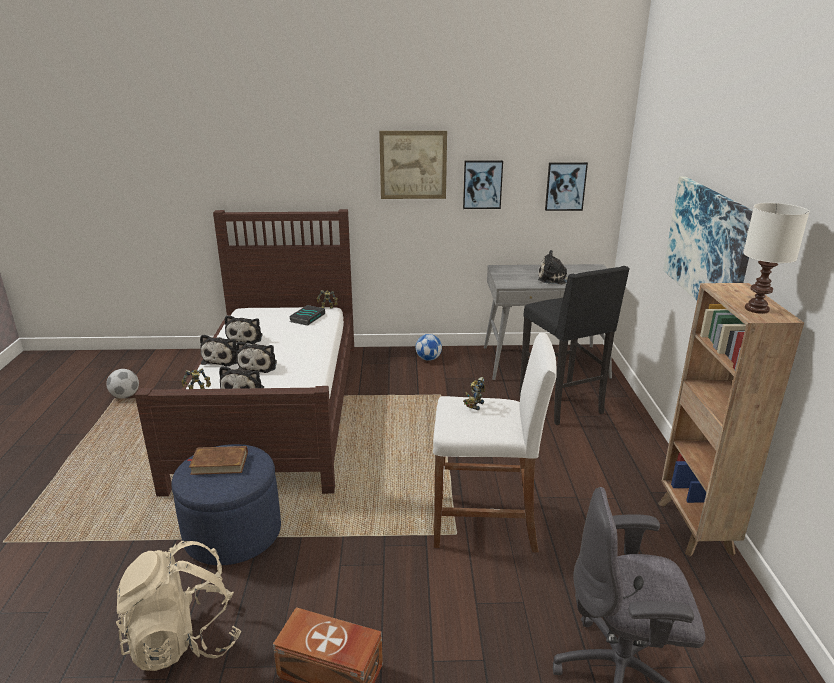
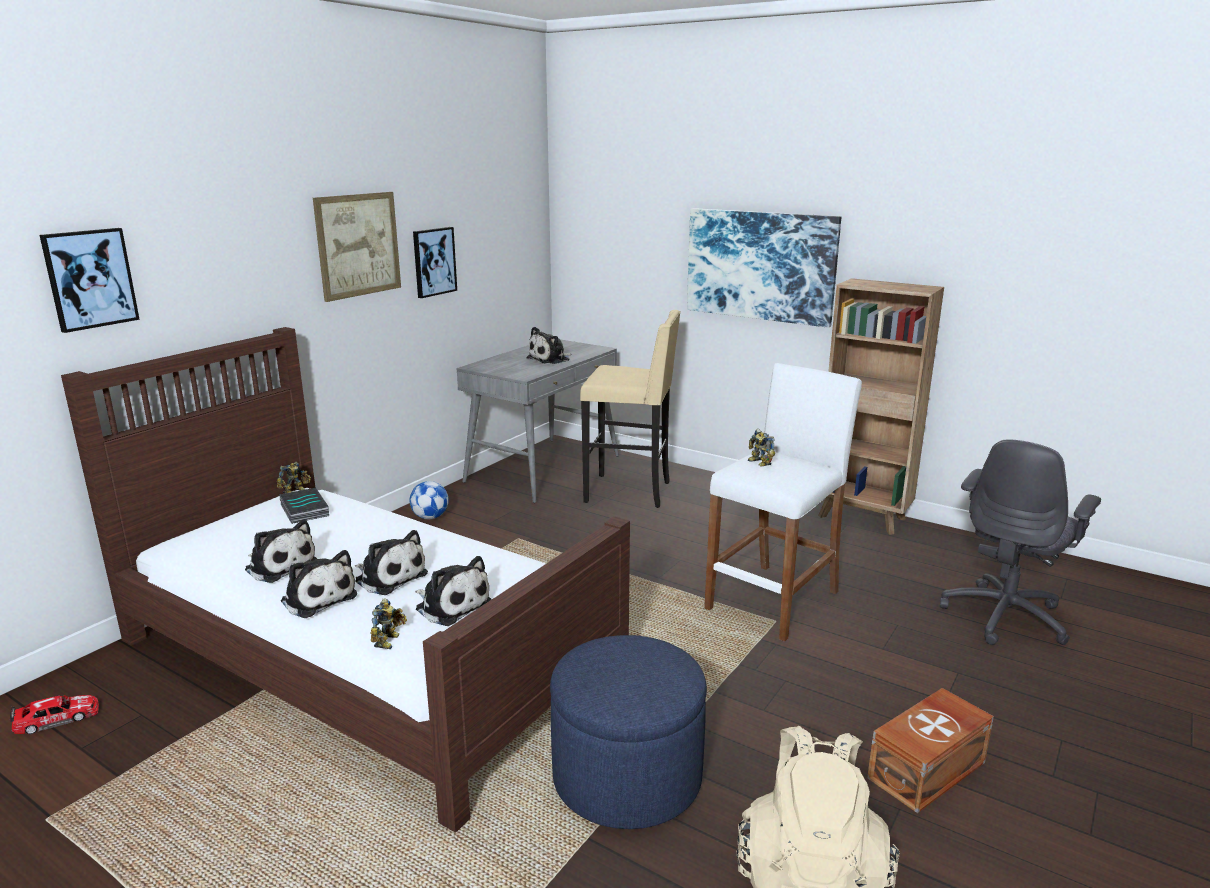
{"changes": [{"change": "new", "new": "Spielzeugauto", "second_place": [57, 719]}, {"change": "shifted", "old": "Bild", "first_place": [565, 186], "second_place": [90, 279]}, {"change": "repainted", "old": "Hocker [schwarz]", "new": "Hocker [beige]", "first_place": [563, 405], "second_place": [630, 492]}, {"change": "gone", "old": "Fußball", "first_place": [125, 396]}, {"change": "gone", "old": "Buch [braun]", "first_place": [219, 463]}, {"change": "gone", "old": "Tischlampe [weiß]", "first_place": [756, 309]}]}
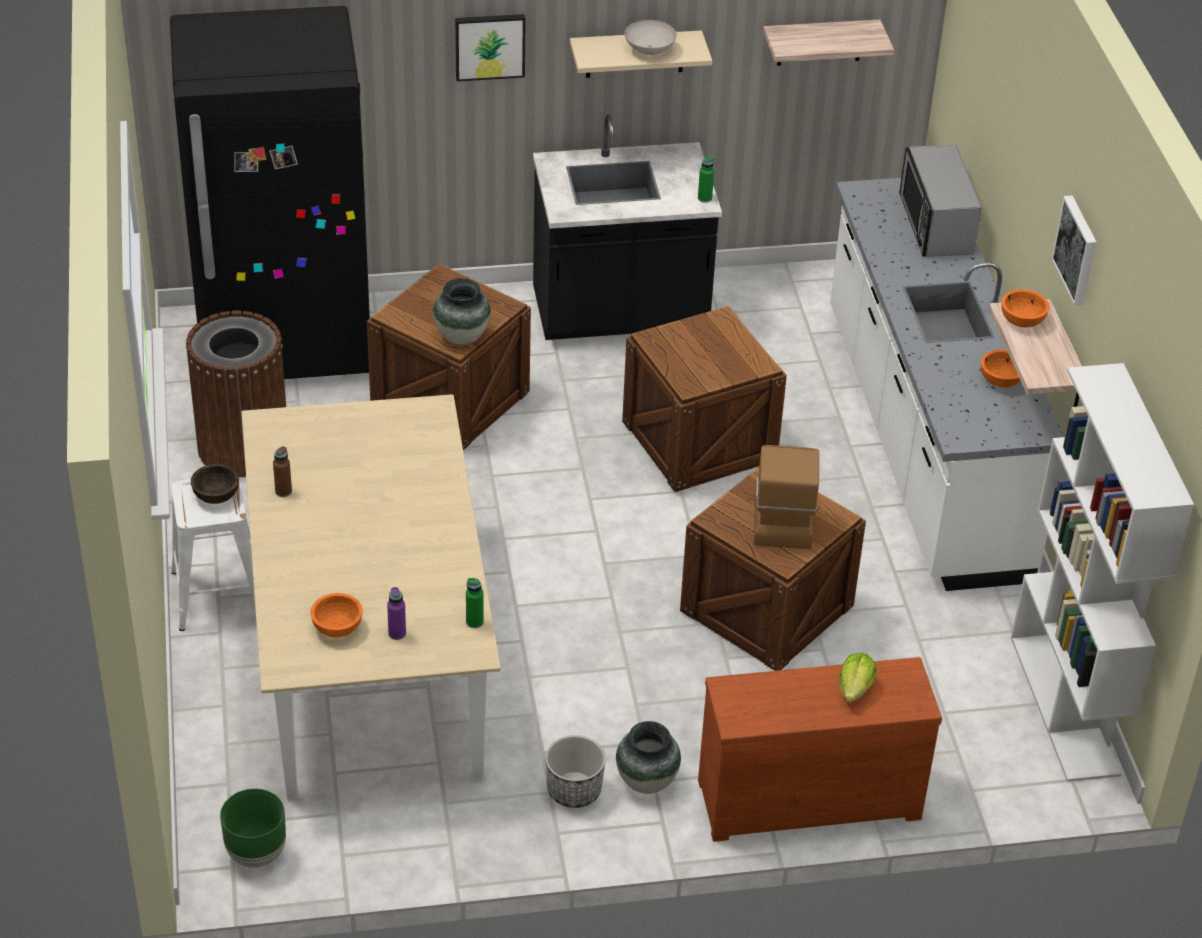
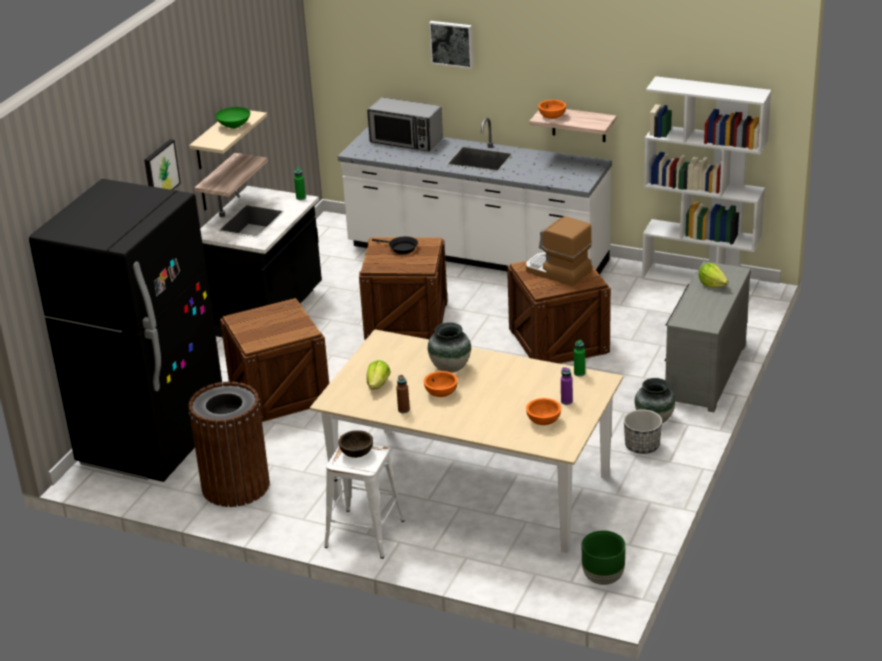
{"changes": [{"change": "shifted", "old": "Wandregal", "first_place": [820, 42], "second_place": [216, 183]}, {"change": "repainted", "old": "Schüssel [weiß]", "new": "Schüssel [grün]", "first_place": [648, 50], "second_place": [233, 126]}, {"change": "new", "new": "Salatkopf", "second_place": [378, 385]}, {"change": "new", "new": "Pfanne [schwarz]", "second_place": [401, 248]}, {"change": "shifted", "old": "Schüssel [orange]", "first_place": [1001, 380], "second_place": [441, 393]}, {"change": "shifted", "old": "Vase", "first_place": [462, 336], "second_place": [450, 368]}, {"change": "shifted", "old": "Bild", "first_place": [1077, 250], "second_place": [452, 43]}, {"change": "repainted", "old": "Kommode [braun]", "new": "Kommode [grau]", "first_place": [807, 795], "second_place": [703, 373]}]}
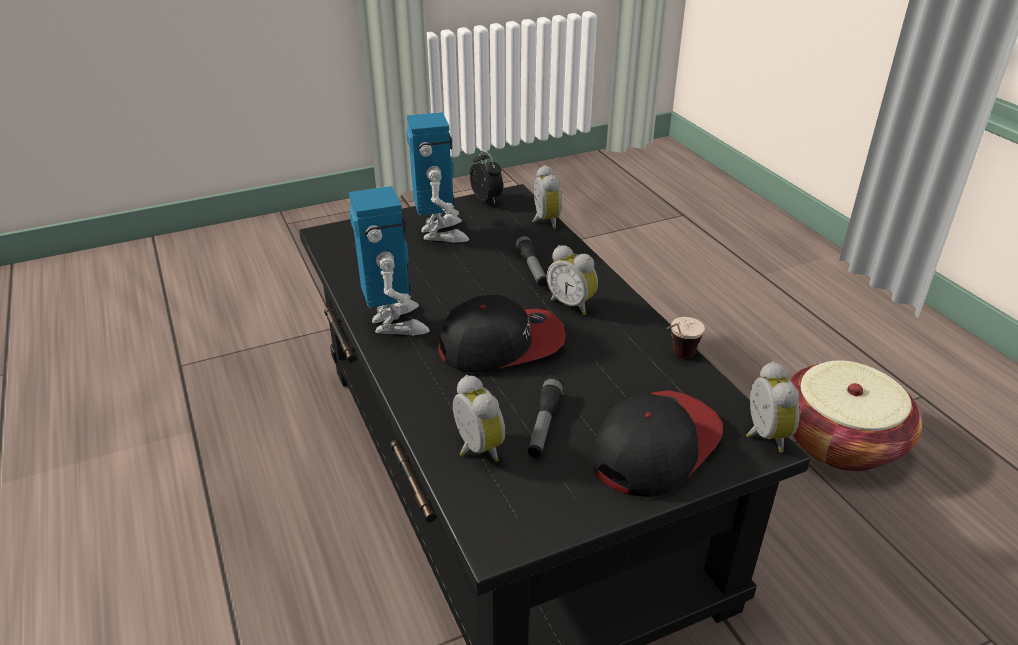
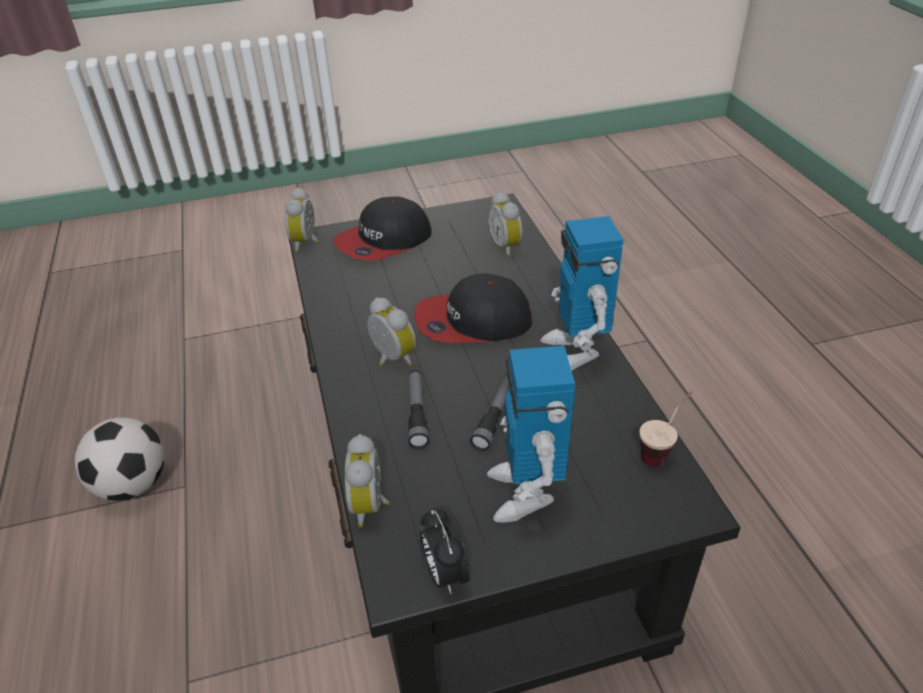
{"changes": [{"change": "swapped", "old": "Korb", "new": "Fußball", "first_place": [840, 441], "second_place": [133, 484]}, {"change": "shifted", "old": "Taschenlampe", "first_place": [544, 425], "second_place": [496, 416]}, {"change": "shifted", "old": "Tasse", "first_place": [677, 358], "second_place": [662, 450]}]}
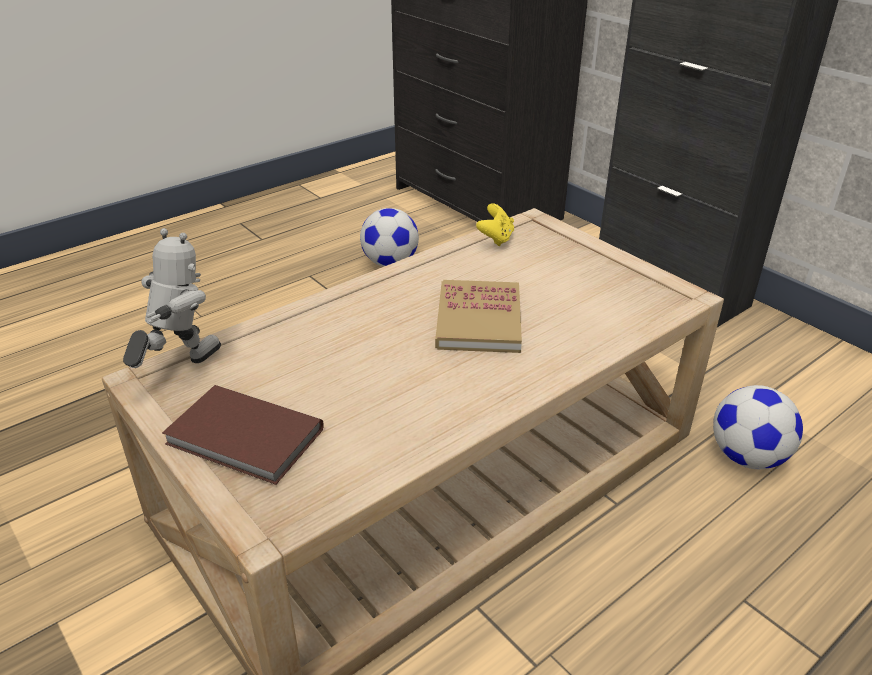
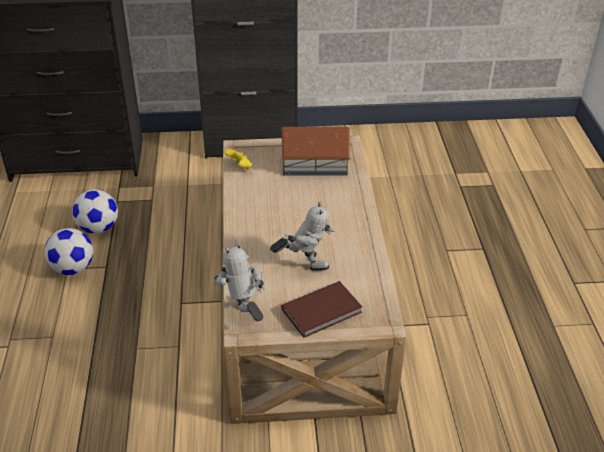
{"changes": [{"change": "shifted", "old": "Fußball", "first_place": [747, 457], "second_place": [73, 268]}, {"change": "new", "new": "Spielzeugroboter", "second_place": [304, 265]}, {"change": "new", "new": "Spielzeughaus", "second_place": [314, 162]}, {"change": "gone", "old": "Buch", "first_place": [478, 320]}]}
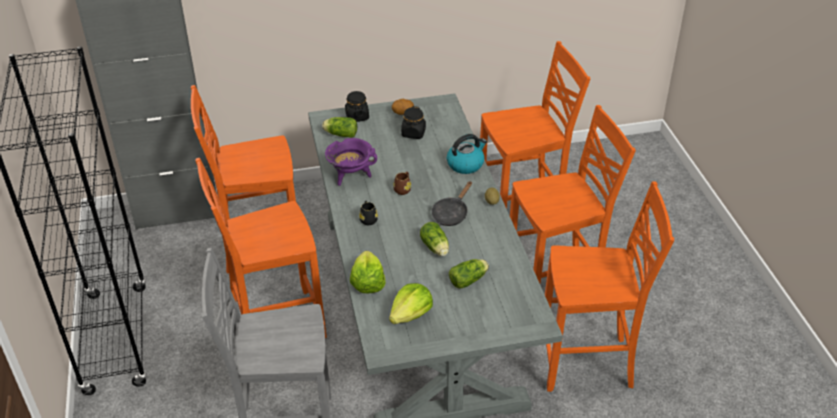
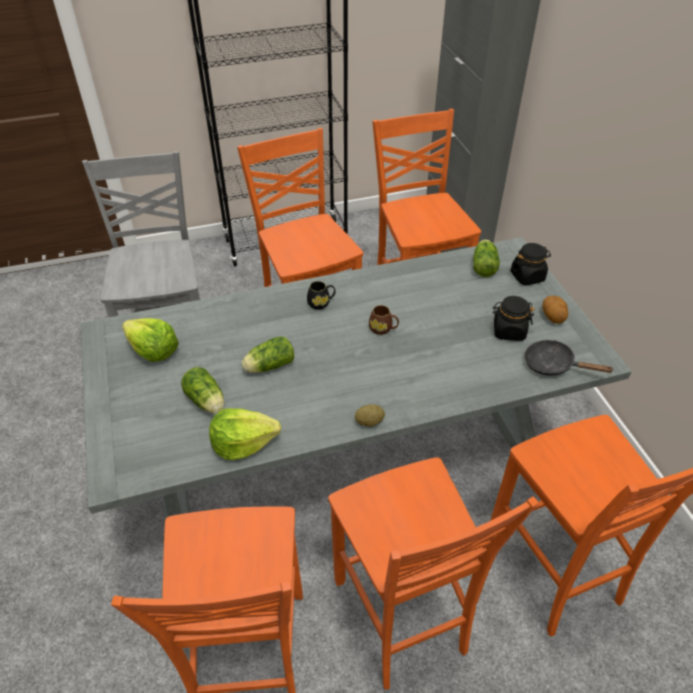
{"changes": [{"change": "shifted", "old": "Salatkopf", "first_place": [367, 282], "second_place": [243, 443]}, {"change": "shifted", "old": "Pfanne [schwarz]", "first_place": [451, 213], "second_place": [553, 365]}, {"change": "gone", "old": "Kochtopf [lila]", "first_place": [351, 176]}, {"change": "gone", "old": "Wasserkessel", "first_place": [465, 164]}]}
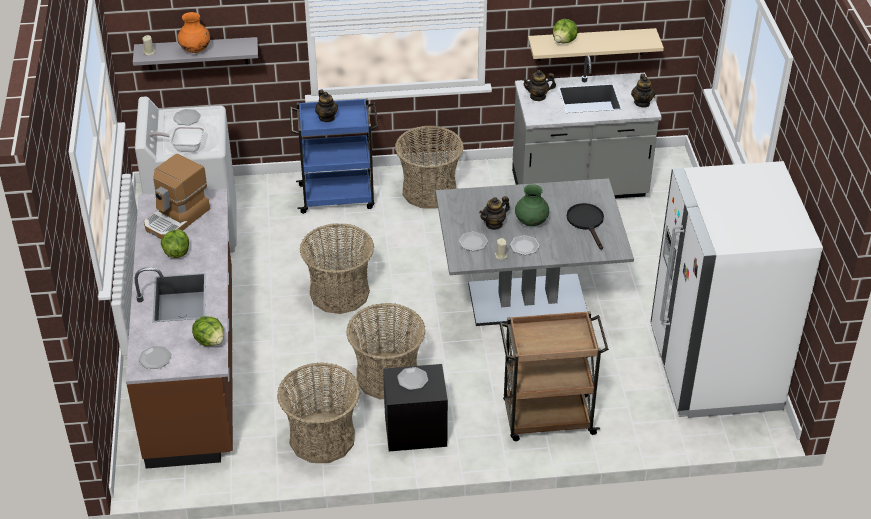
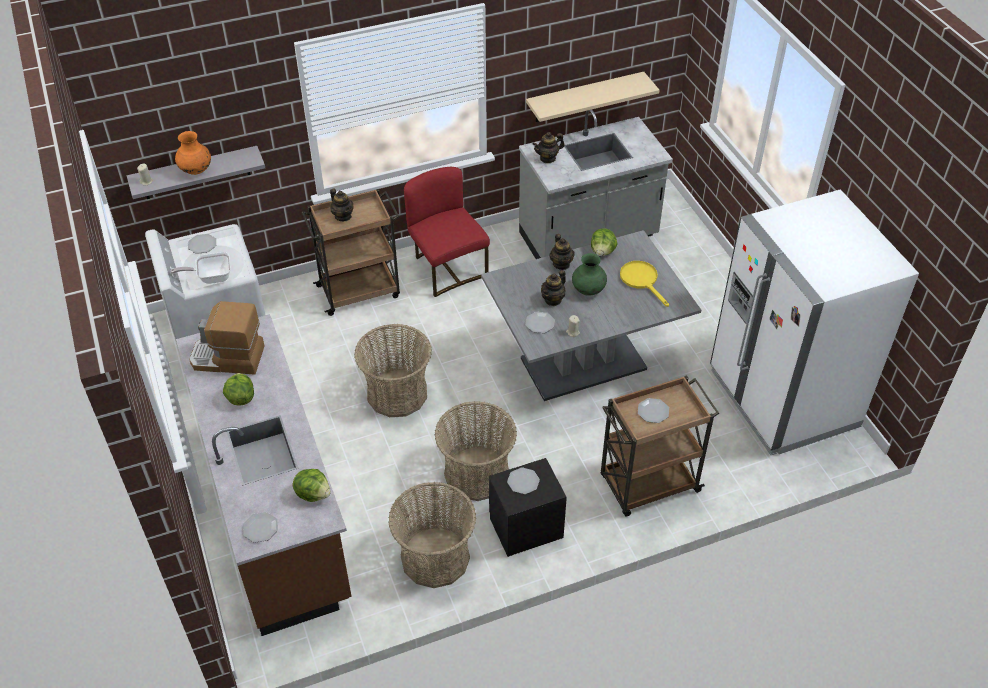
{"changes": [{"change": "rotated", "old": "Kaffeemaschine", "first_place": [177, 218], "second_place": [228, 358], "degrees": 75}, {"change": "repainted", "old": "Rollwagen [blau]", "new": "Rollwagen [braun]", "first_place": [338, 196], "second_place": [360, 291]}, {"change": "swapped", "old": "Korb", "new": "Stuhl [rot]", "first_place": [429, 191], "second_place": [447, 268]}, {"change": "shifted", "old": "Teekanne", "first_place": [642, 103], "second_place": [561, 264]}, {"change": "shifted", "old": "Salatkopf", "first_place": [564, 41], "second_place": [602, 251]}, {"change": "repainted", "old": "Pfanne [schwarz]", "new": "Pfanne [gelb]", "first_place": [587, 222], "second_place": [642, 280]}, {"change": "shifted", "old": "Teller", "first_place": [524, 246], "second_place": [652, 411]}]}
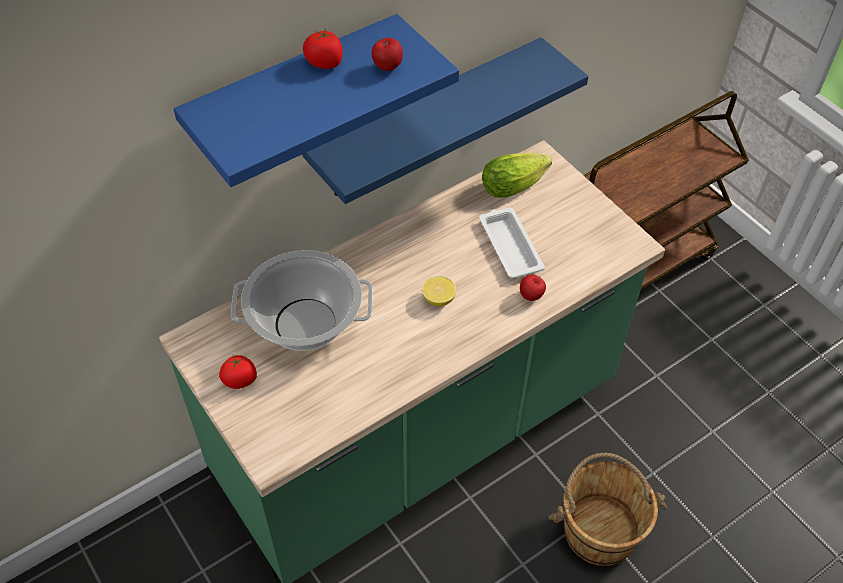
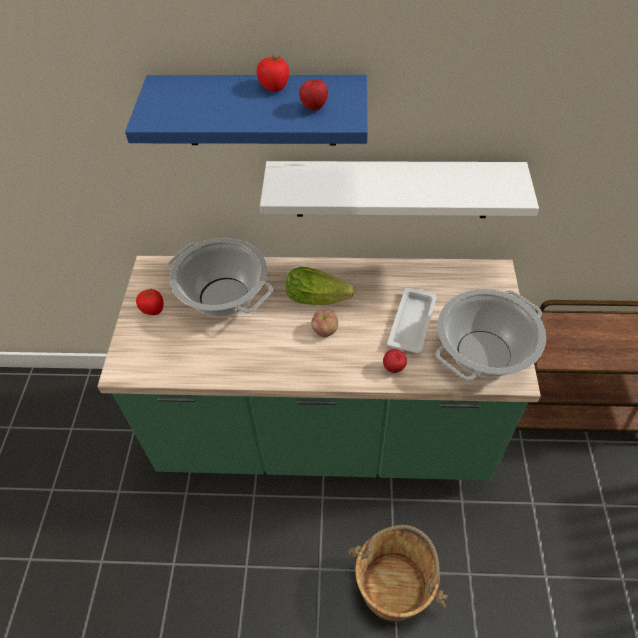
{"changes": [{"change": "repainted", "old": "Wandregal [blau]", "new": "Wandregal [weiß]", "first_place": [427, 120], "second_place": [392, 189]}, {"change": "shifted", "old": "Salatkopf", "first_place": [516, 184], "second_place": [320, 298]}, {"change": "swapped", "old": "Zitrone", "new": "Apfel", "first_place": [438, 299], "second_place": [325, 331]}, {"change": "new", "new": "Kochtopf", "second_place": [483, 353]}]}
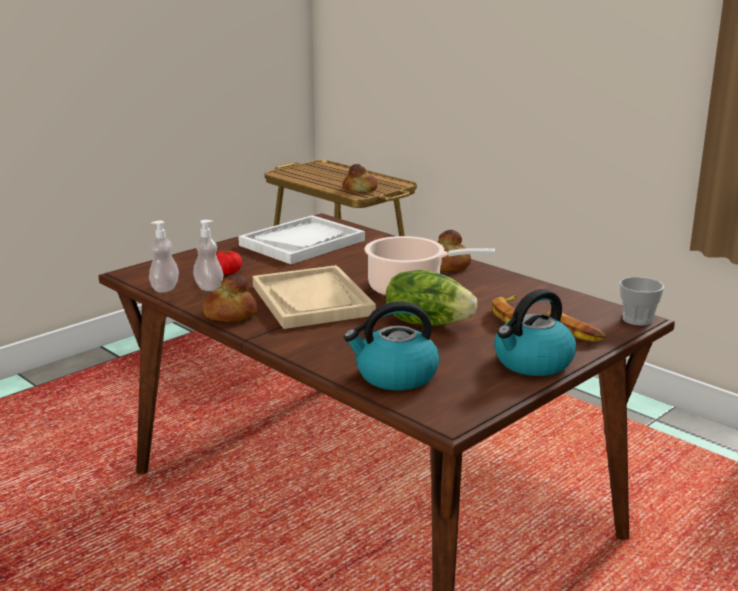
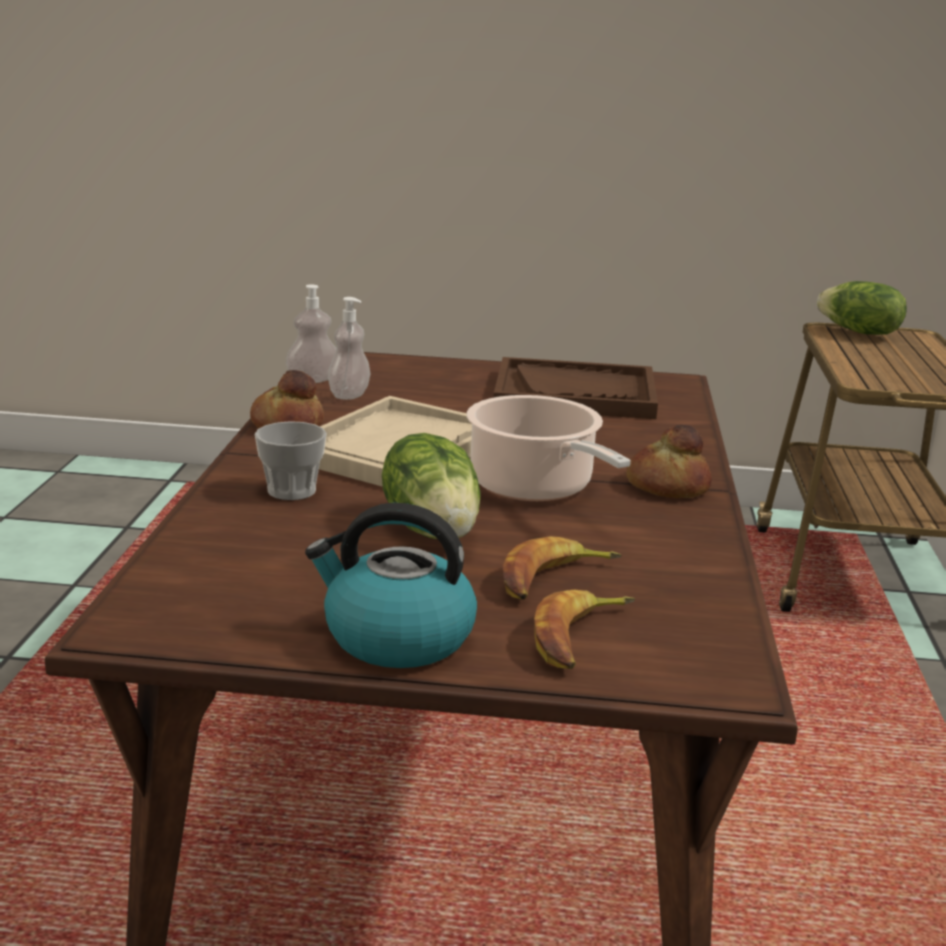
{"changes": [{"change": "shifted", "old": "Tasse", "first_place": [637, 319], "second_place": [291, 491]}, {"change": "repainted", "old": "Tablett [weiß]", "new": "Tablett [braun]", "first_place": [302, 243], "second_place": [575, 394]}, {"change": "new", "new": "Salatkopf", "second_place": [859, 332]}, {"change": "gone", "old": "Tomate", "first_place": [227, 272]}, {"change": "gone", "old": "Brot", "first_place": [360, 189]}, {"change": "gone", "old": "Wasserkessel", "first_place": [395, 376]}]}
